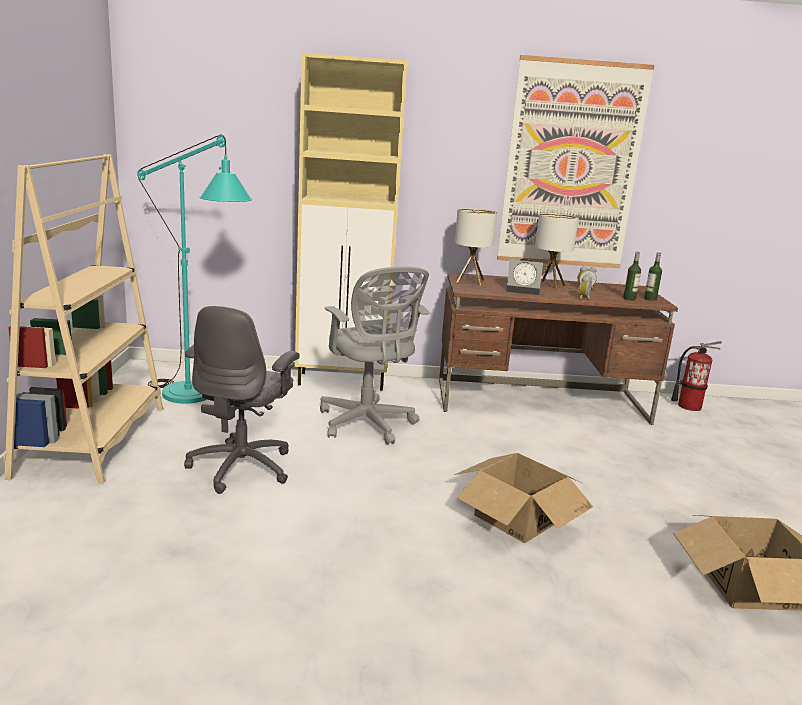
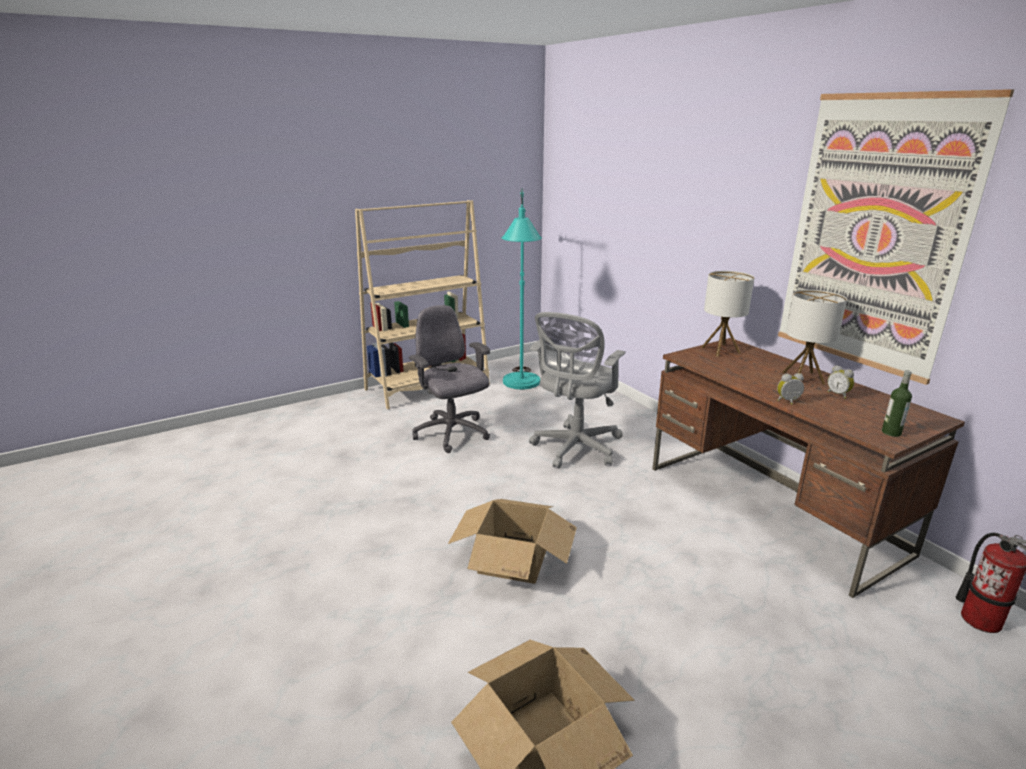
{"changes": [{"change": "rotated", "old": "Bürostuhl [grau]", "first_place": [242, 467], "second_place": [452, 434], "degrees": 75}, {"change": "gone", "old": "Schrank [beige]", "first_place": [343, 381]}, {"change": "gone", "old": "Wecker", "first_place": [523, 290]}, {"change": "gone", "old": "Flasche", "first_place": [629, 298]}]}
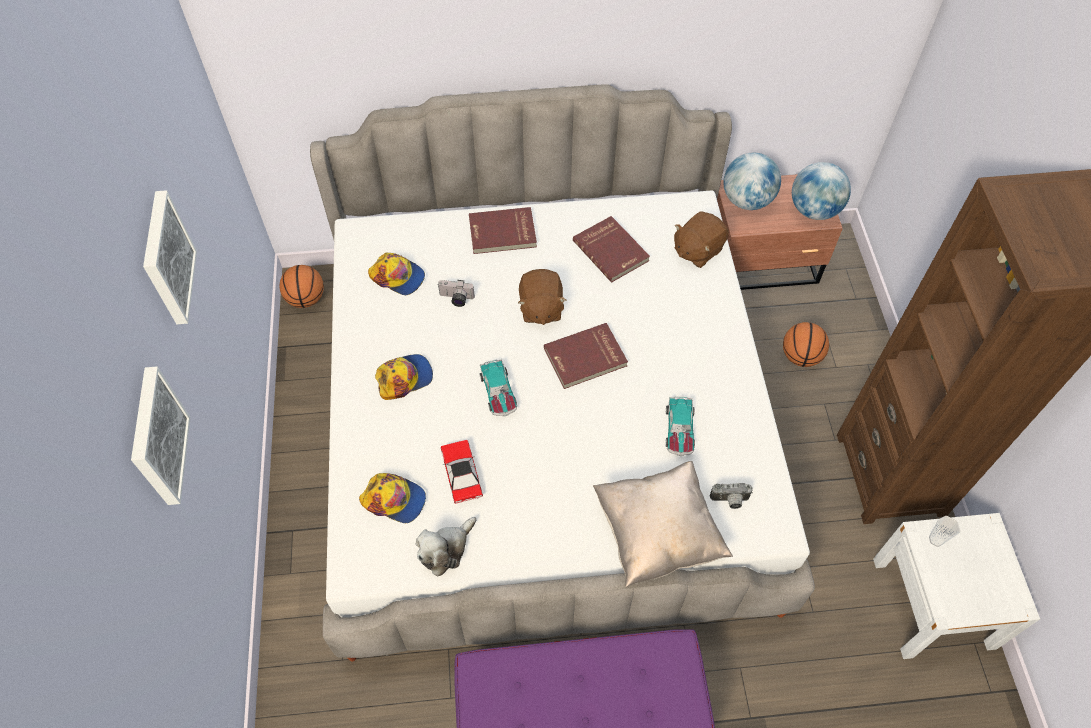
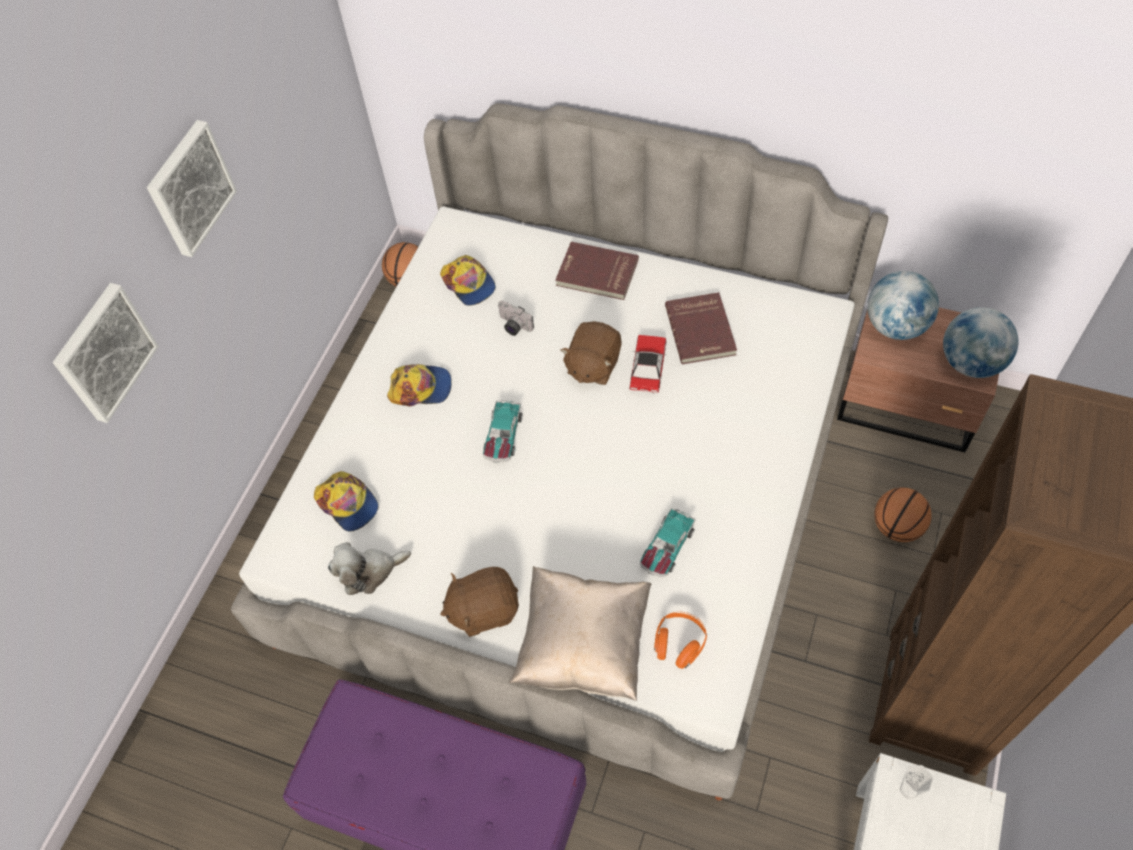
{"changes": [{"change": "shifted", "old": "Plüschtier [braun]", "first_place": [697, 250], "second_place": [483, 609]}, {"change": "shifted", "old": "Spielzeugauto", "first_place": [461, 474], "second_place": [648, 367]}, {"change": "swapped", "old": "Kamera", "new": "Kopfhörer [orange]", "first_place": [730, 501], "second_place": [679, 644]}, {"change": "gone", "old": "Buch [rot]", "first_place": [586, 358]}]}
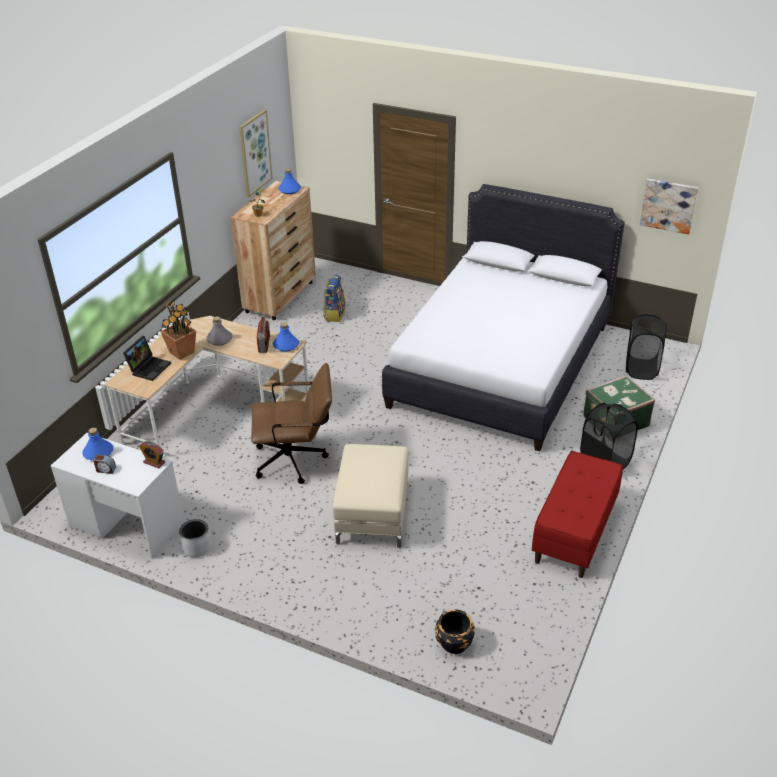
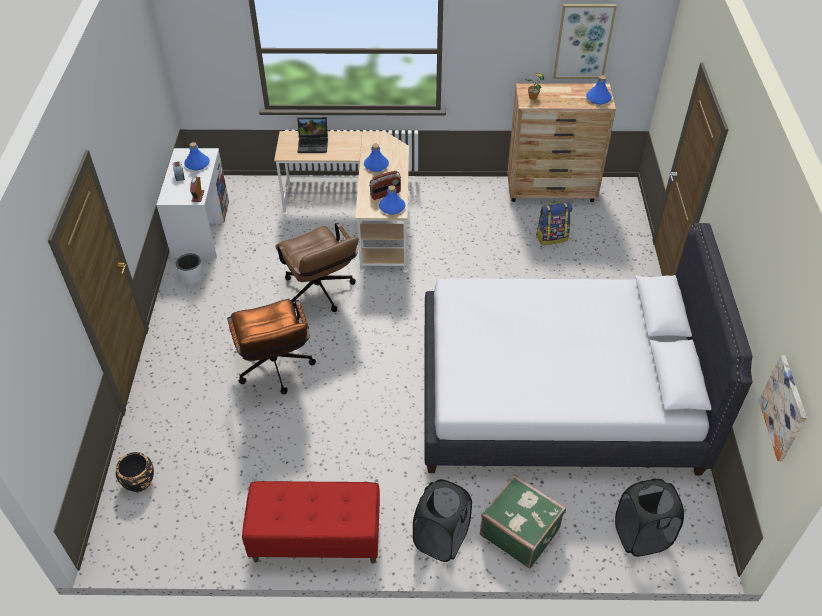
{"changes": [{"change": "swapped", "old": "Polsterhocker [beige]", "new": "Bürostuhl [braun]", "first_place": [373, 513], "second_place": [276, 370]}, {"change": "repainted", "old": "Flasche [grau]", "new": "Flasche [blau]", "first_place": [219, 339], "second_place": [376, 165]}, {"change": "gone", "old": "Topfpflanze", "first_place": [182, 352]}]}
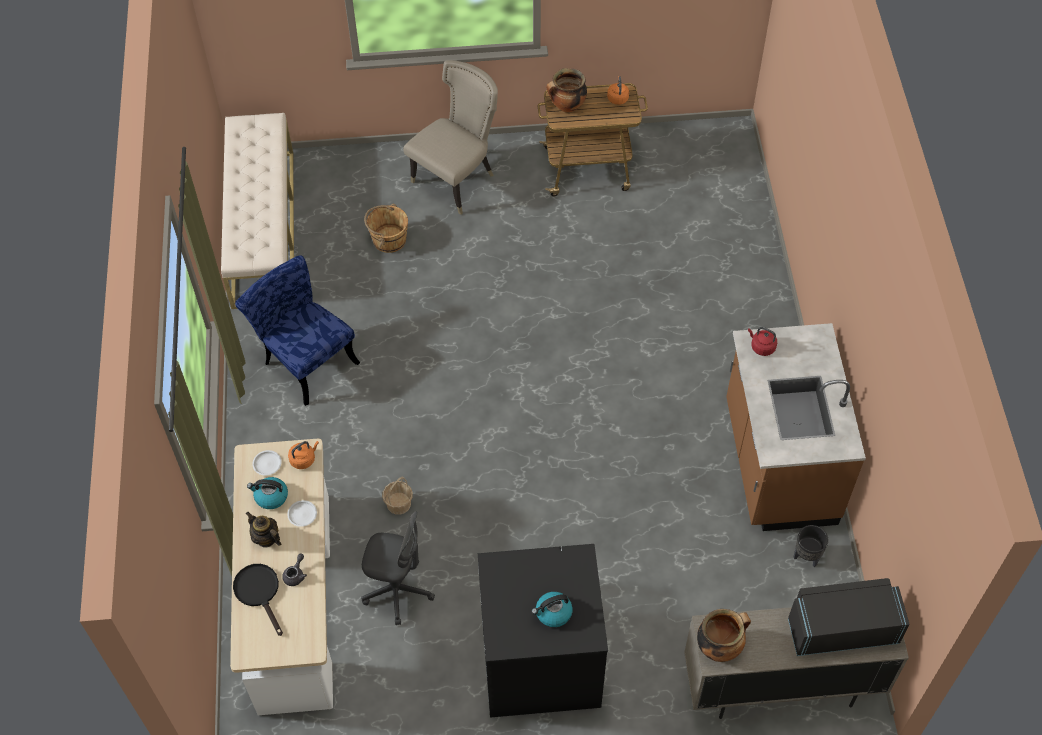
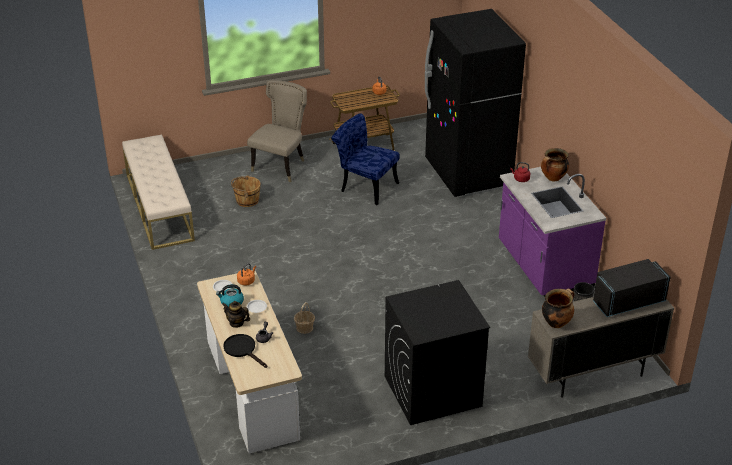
{"changes": [{"change": "shifted", "old": "Stuhl [blau]", "first_place": [305, 359], "second_place": [365, 186]}, {"change": "new", "new": "Kühlschrank [schwarz]", "second_place": [468, 174]}, {"change": "repainted", "old": "Küchenzeile [braun]", "new": "Küchenzeile [lila]", "first_place": [777, 463], "second_place": [543, 268]}, {"change": "shifted", "old": "Kochtopf", "first_place": [566, 107], "second_place": [553, 178]}, {"change": "gone", "old": "Bürostuhl [grau]", "first_place": [398, 591]}, {"change": "gone", "old": "Wasserkessel", "first_place": [553, 613]}]}
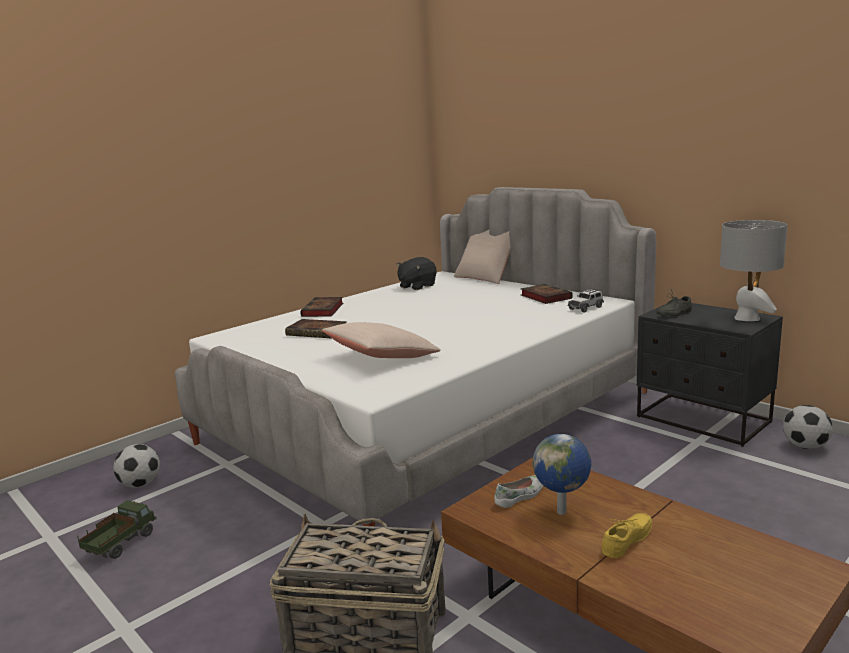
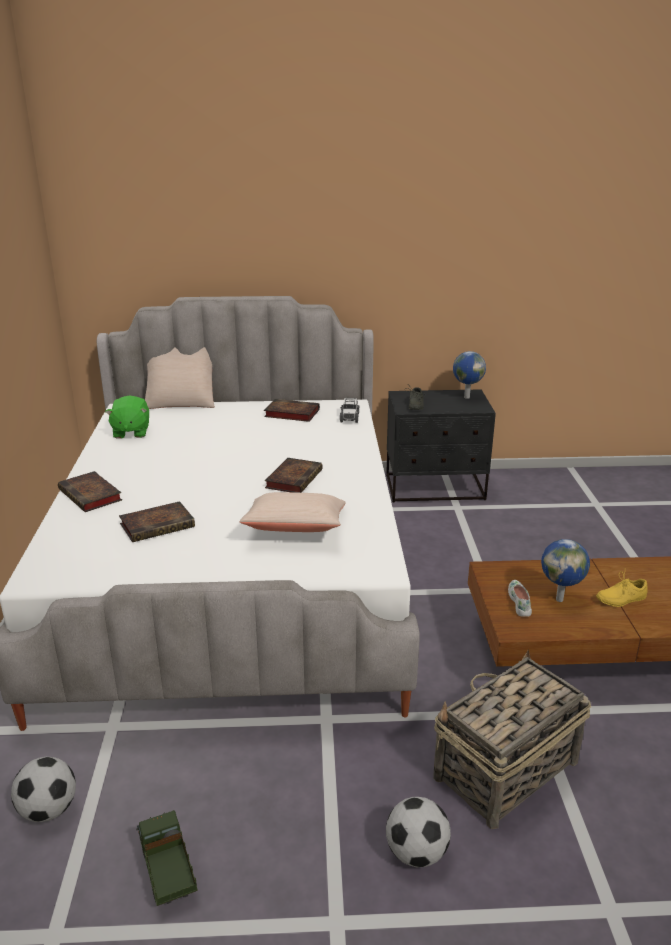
{"changes": [{"change": "repainted", "old": "Plüschtier [schwarz]", "new": "Plüschtier [grün]", "first_place": [417, 286], "second_place": [130, 432]}, {"change": "new", "new": "Buch", "second_place": [294, 478]}, {"change": "shifted", "old": "Fußball", "first_place": [805, 446], "second_place": [416, 853]}, {"change": "swapped", "old": "Tischlampe [grau]", "new": "Globus", "first_place": [747, 318], "second_place": [466, 397]}, {"change": "rotated", "old": "Schuh [gelb]", "first_place": [629, 541], "second_place": [619, 598], "degrees": -105}]}
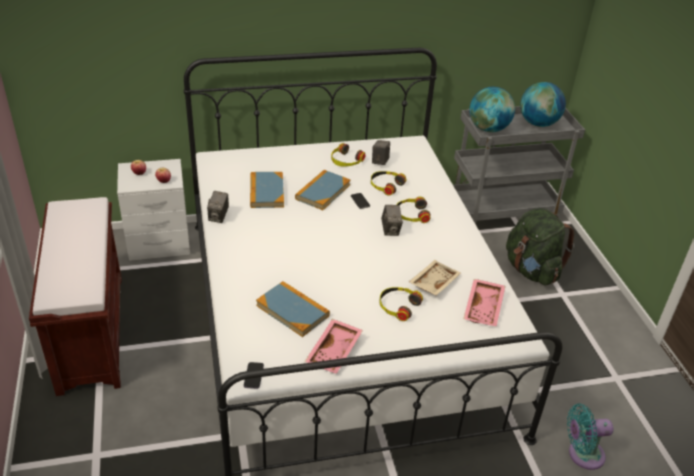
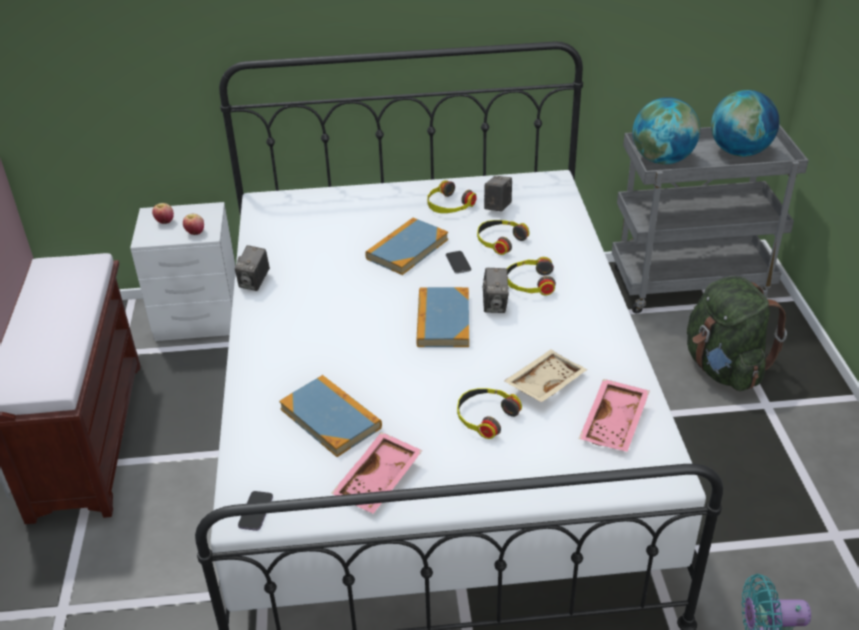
{"changes": [{"change": "shifted", "old": "Buch", "first_place": [266, 192], "second_place": [443, 320]}]}
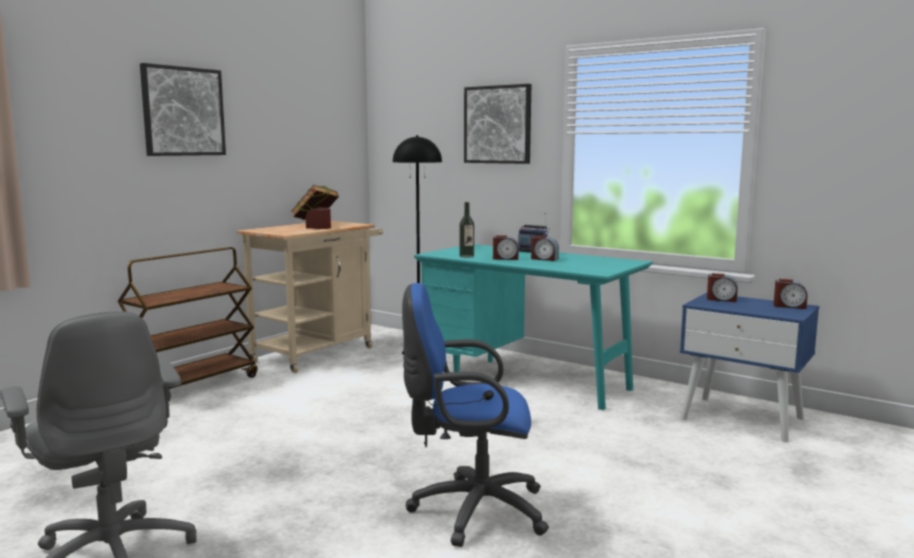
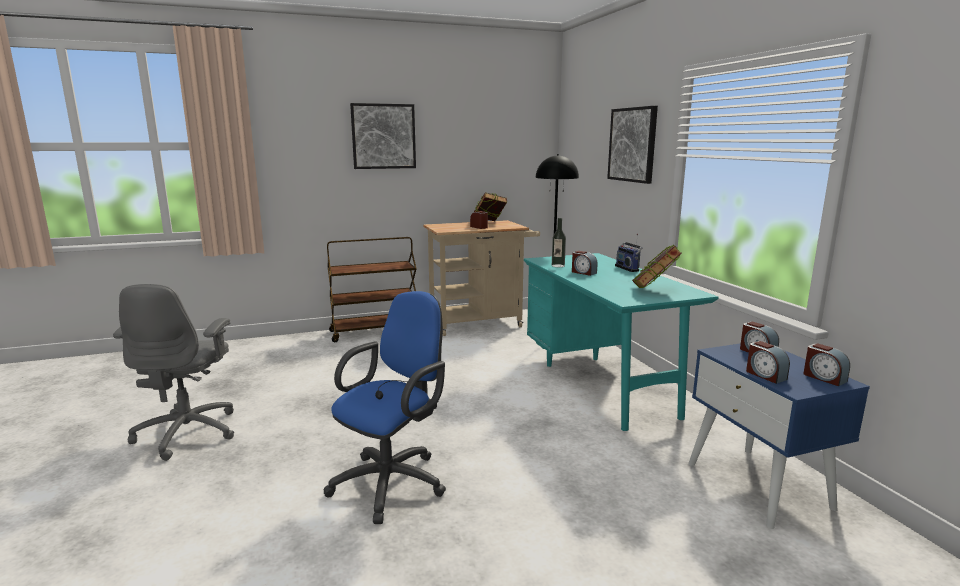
{"changes": [{"change": "rotated", "old": "Bürostuhl [blau]", "first_place": [471, 510], "second_place": [393, 481], "degrees": 90}, {"change": "new", "new": "Buch", "second_place": [654, 290]}, {"change": "shifted", "old": "Wecker", "first_place": [544, 259], "second_place": [765, 375]}]}
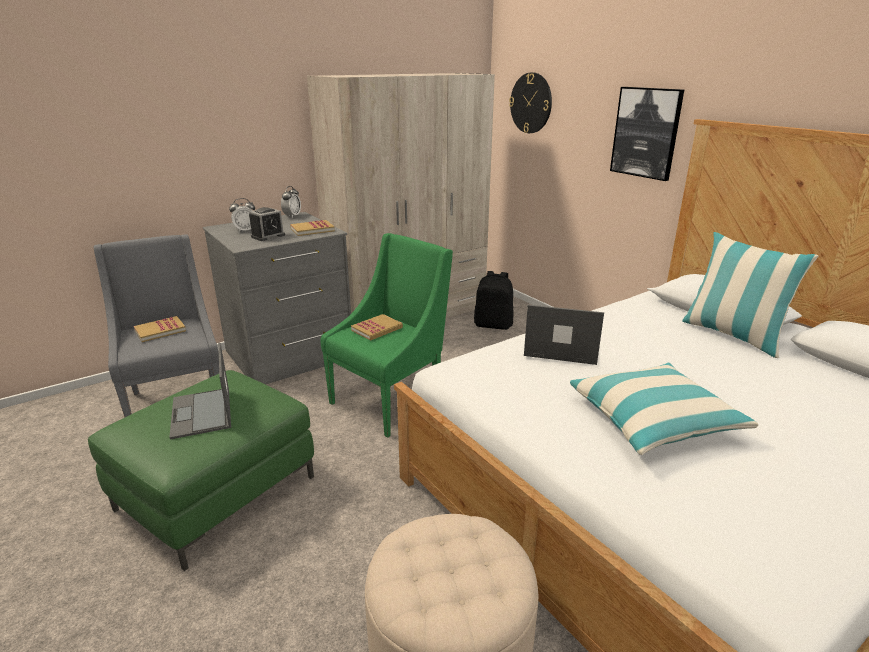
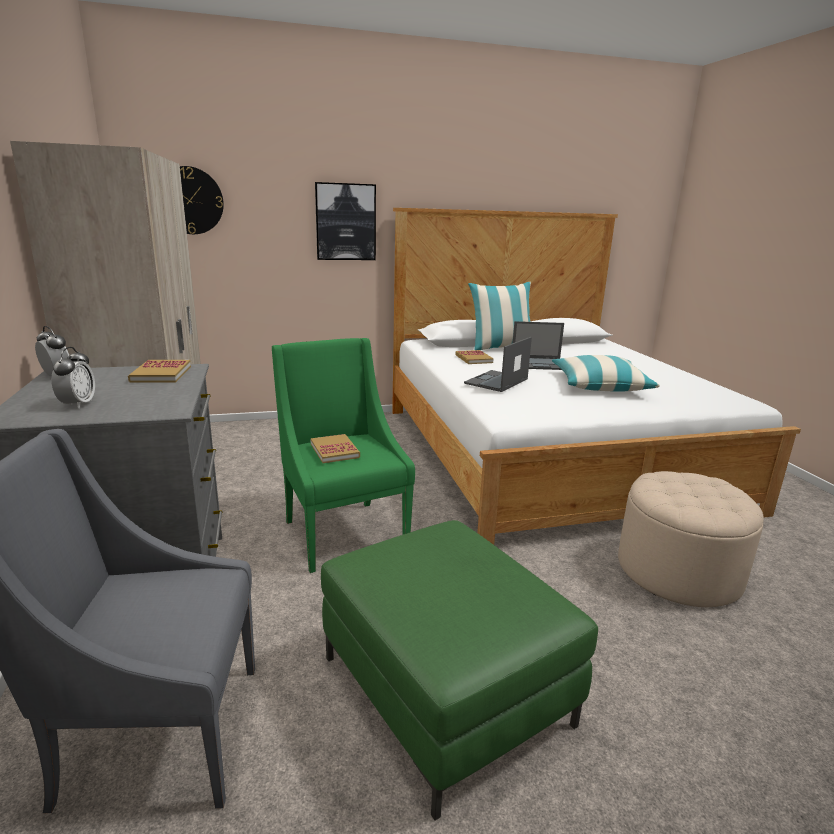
{"changes": [{"change": "shifted", "old": "Buch", "first_place": [160, 330], "second_place": [473, 359]}, {"change": "shifted", "old": "Laptop", "first_place": [202, 413], "second_place": [539, 364]}, {"change": "gone", "old": "Wecker", "first_place": [268, 236]}, {"change": "gone", "old": "Rucksack [schwarz]", "first_place": [493, 325]}]}
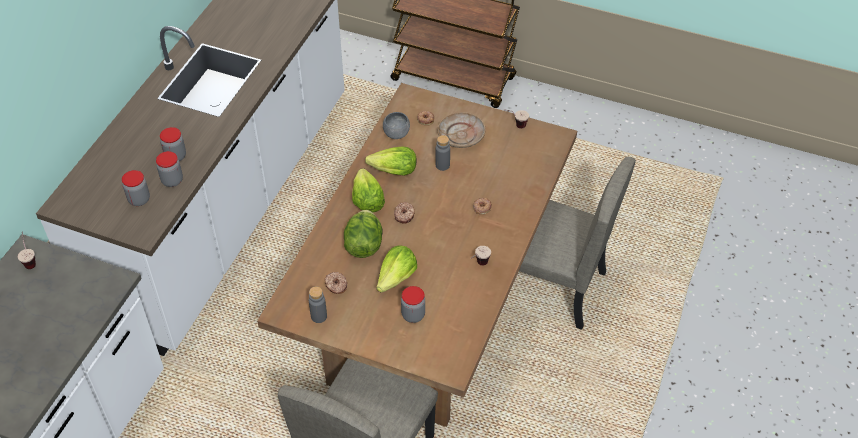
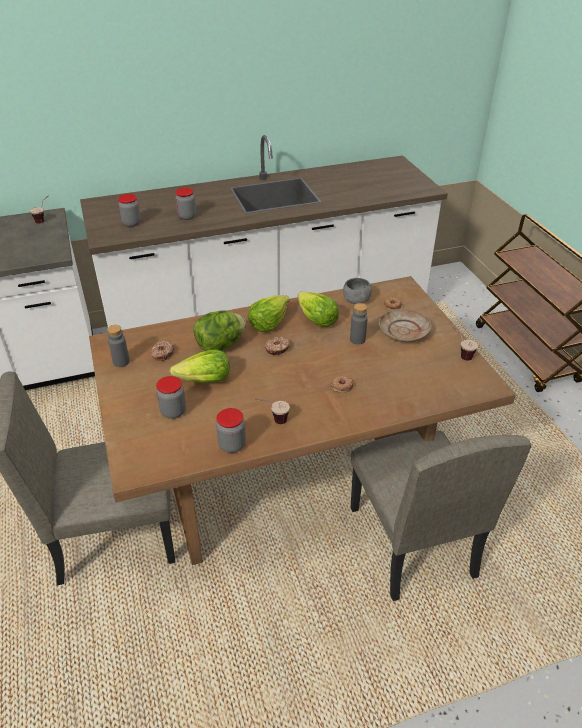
{"changes": [{"change": "shifted", "old": "Vorratsglas", "first_place": [172, 180], "second_place": [232, 445]}]}
